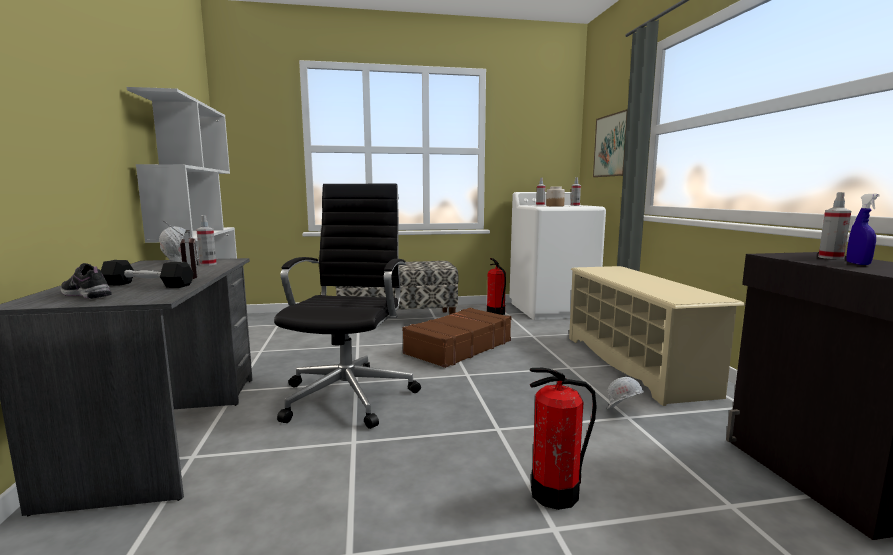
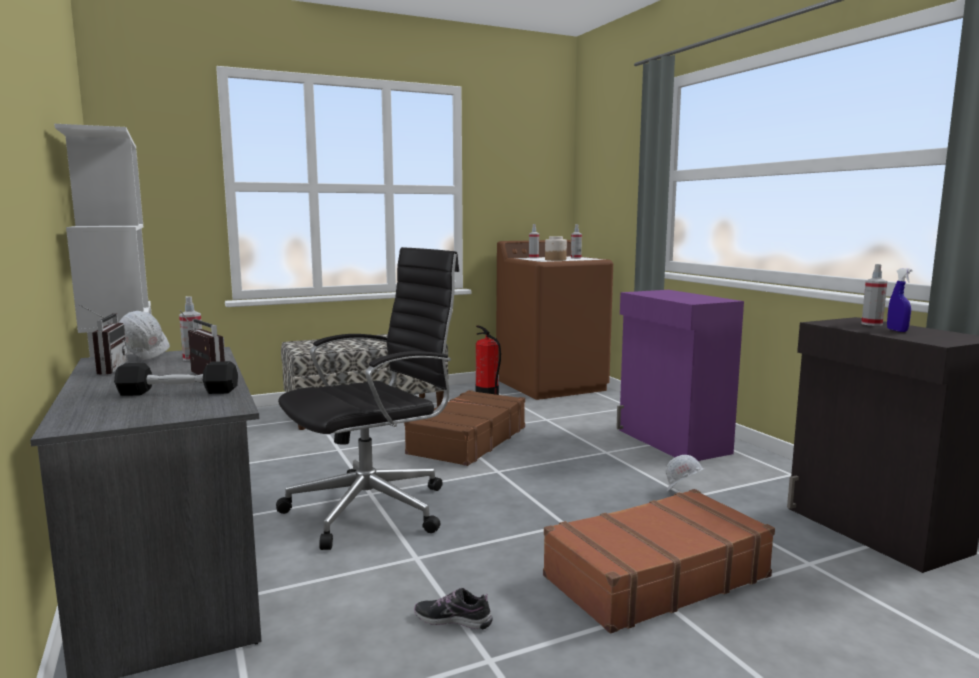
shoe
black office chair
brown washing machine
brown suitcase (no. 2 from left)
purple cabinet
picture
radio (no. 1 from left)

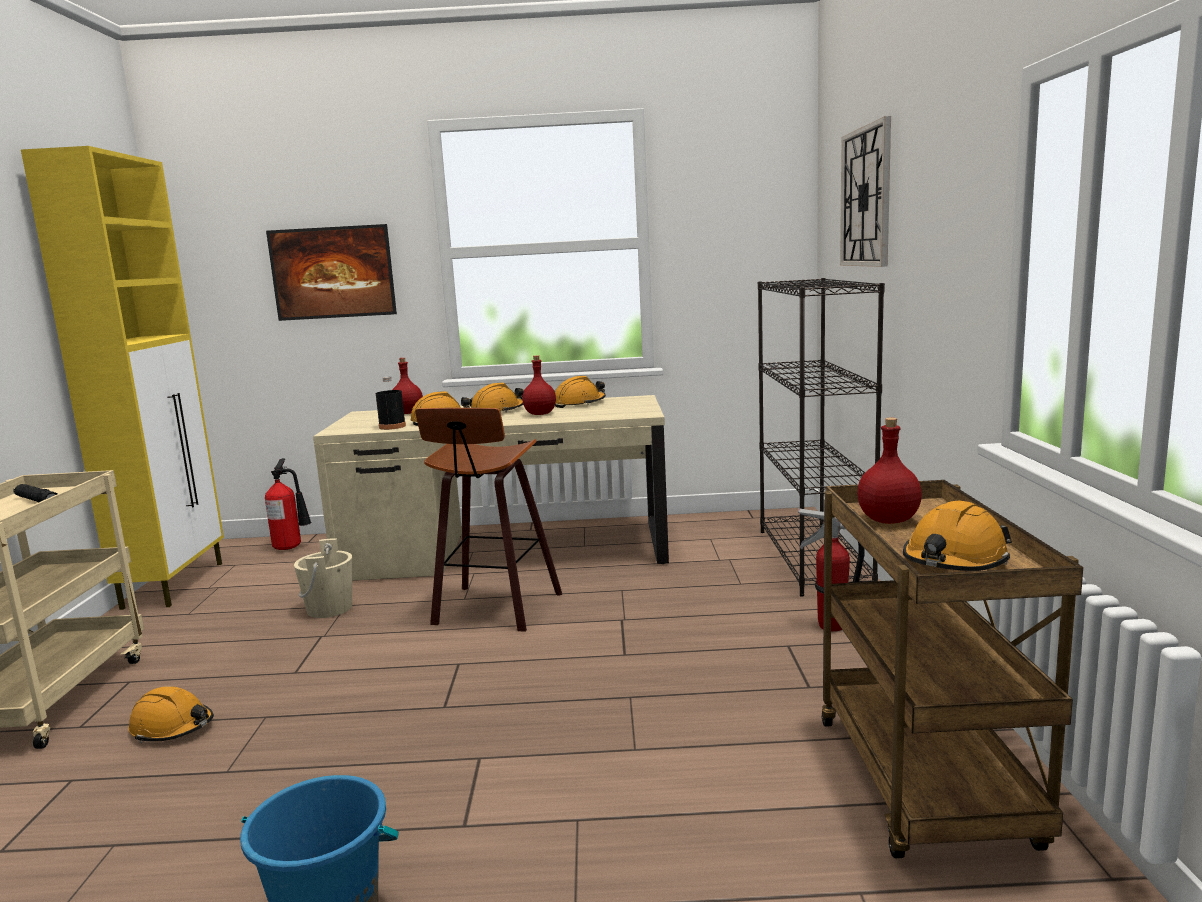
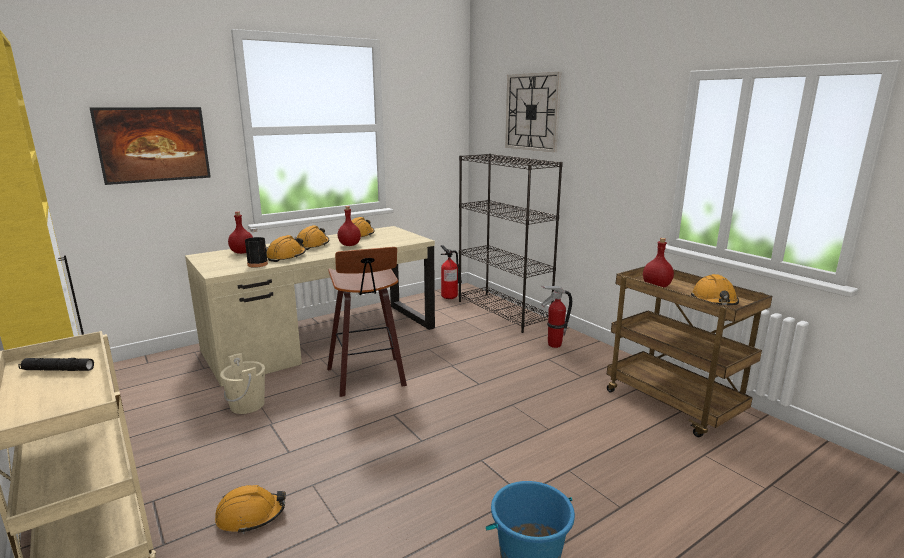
fire extinguisher (no. 1 from left)

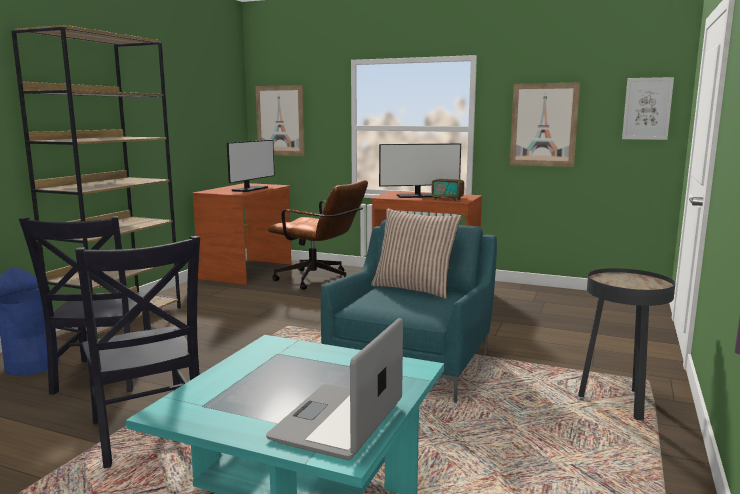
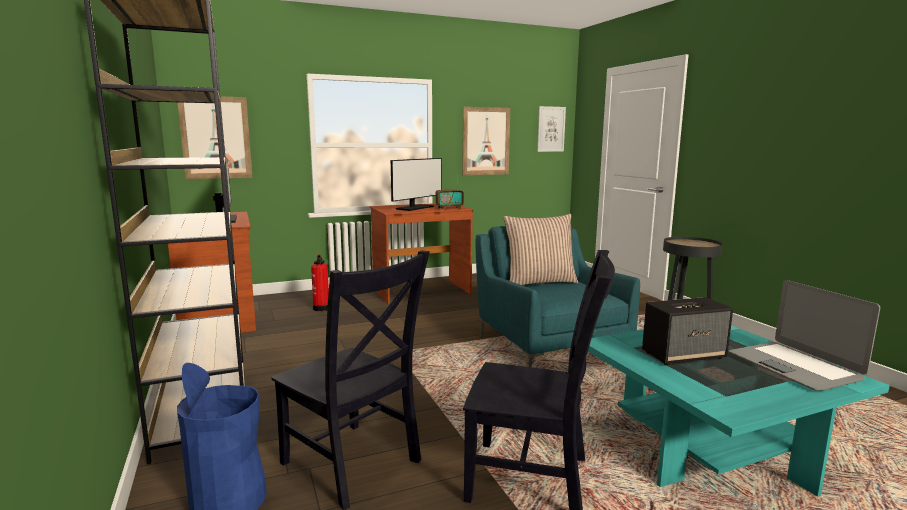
fire extinguisher
speaker

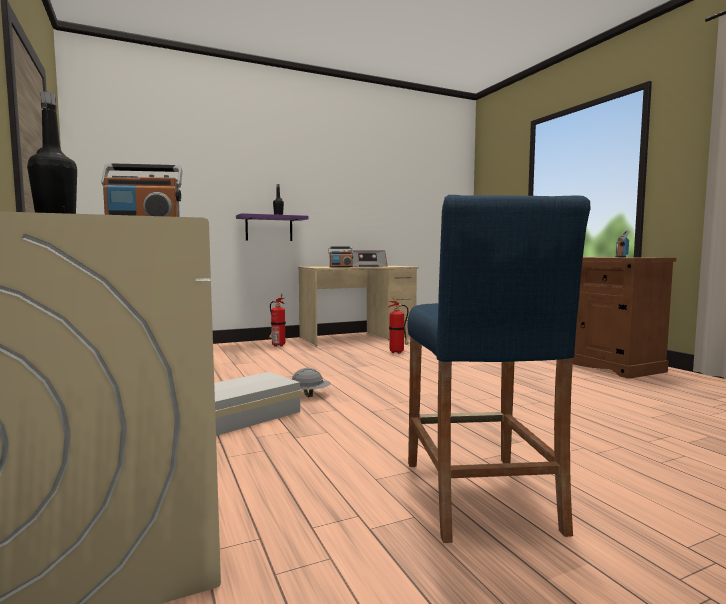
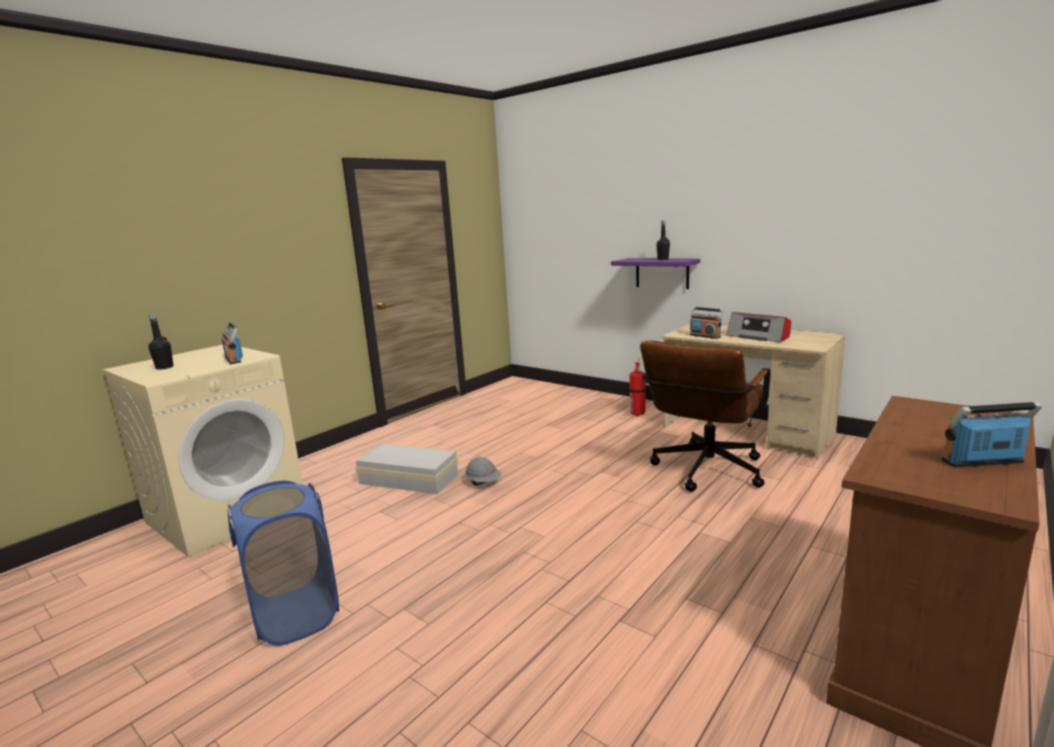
brown office chair
blue laundry basket

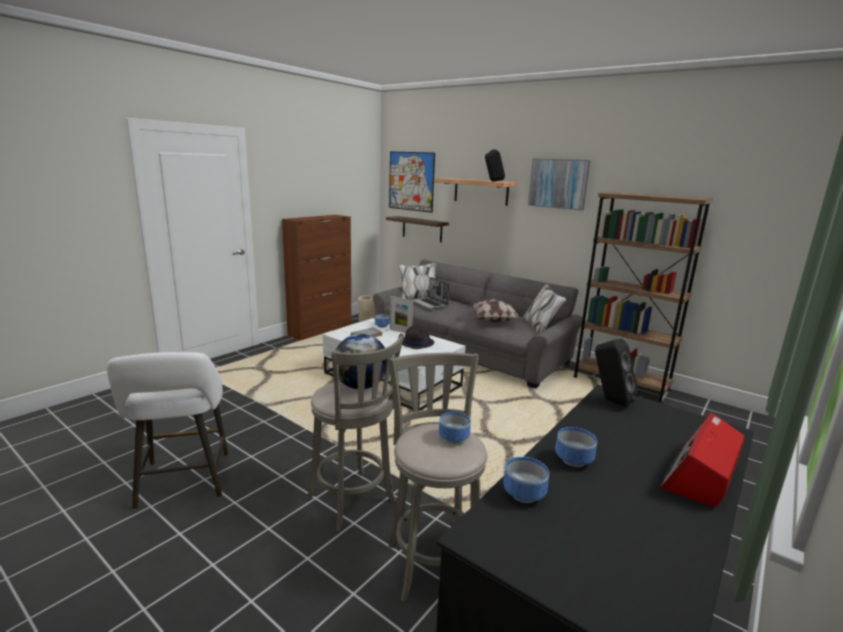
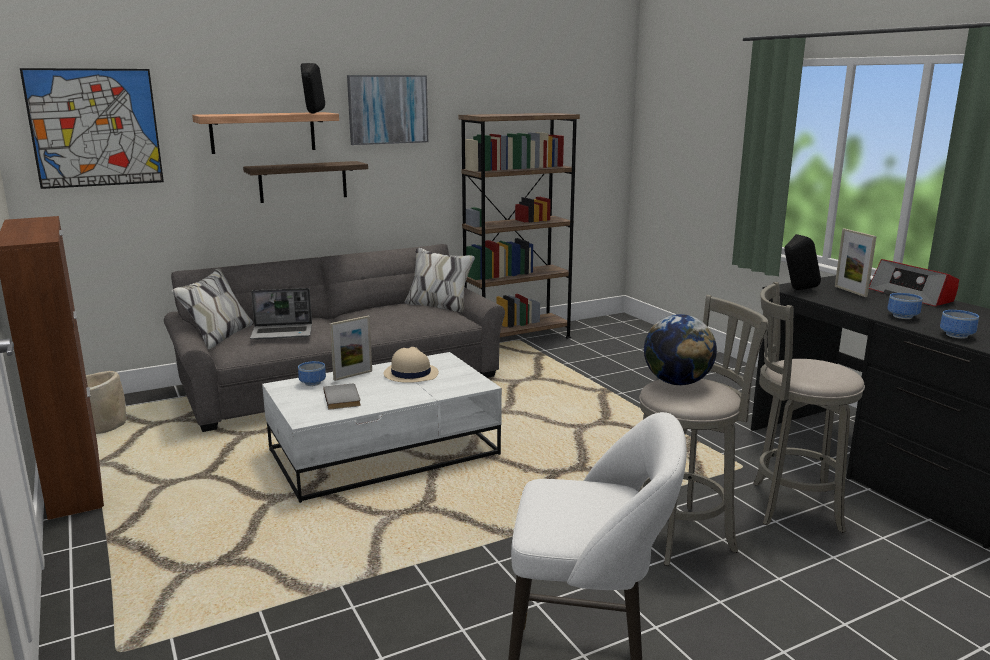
shelf (no. 2 from left)
beige hat
bowl (no. 2 from left in the first image)
pillow
picture frame (no. 2 from left)

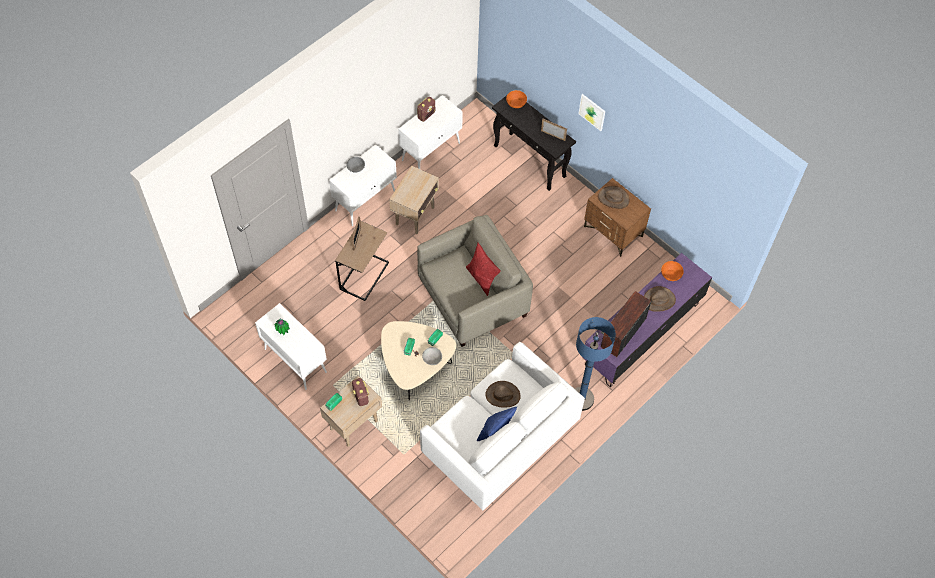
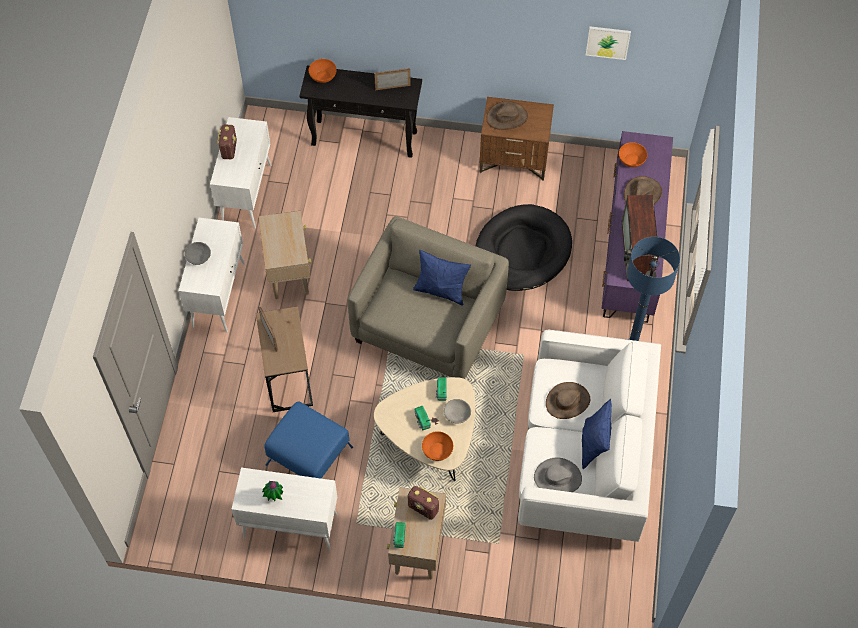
blue pillow (no. 1 from left)
picture
blue ottoman
orange bowl (no. 2 from left)
black dog bed
grey hat

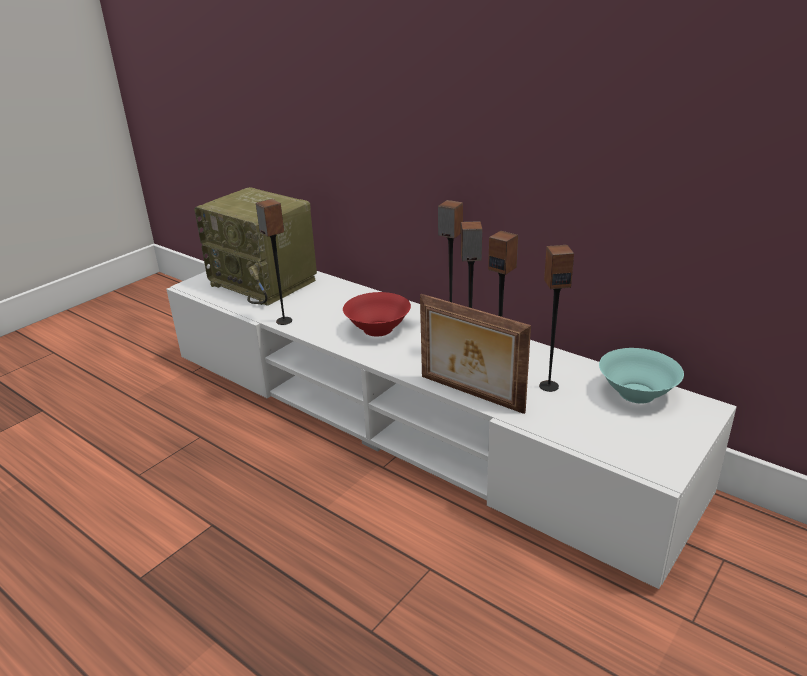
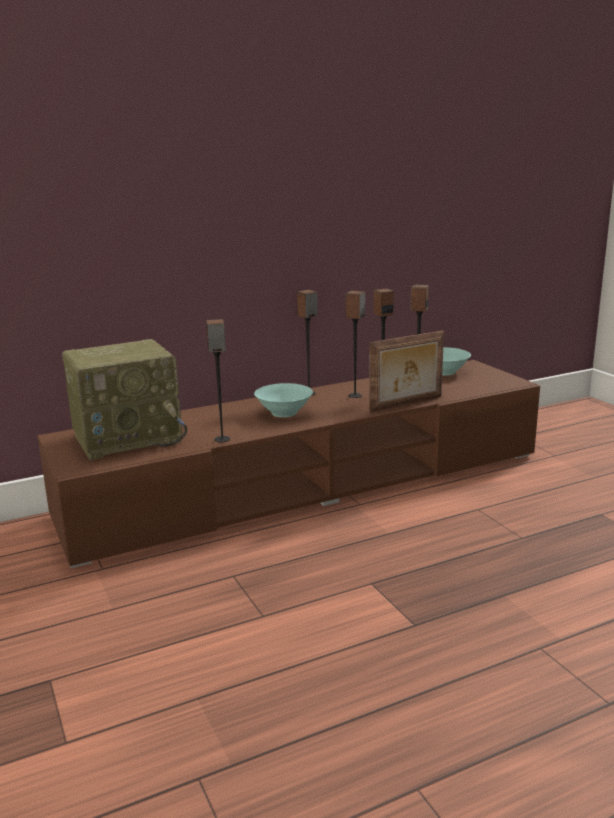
brown tv stand
turquoise bowl (no. 1 from left)

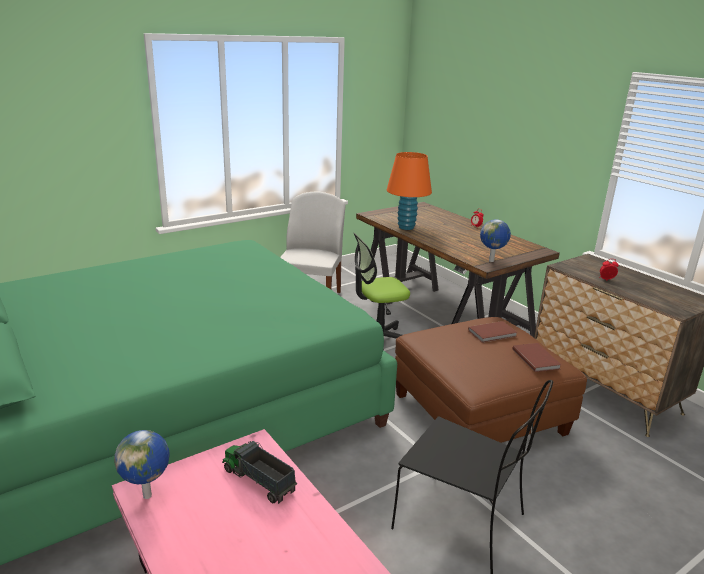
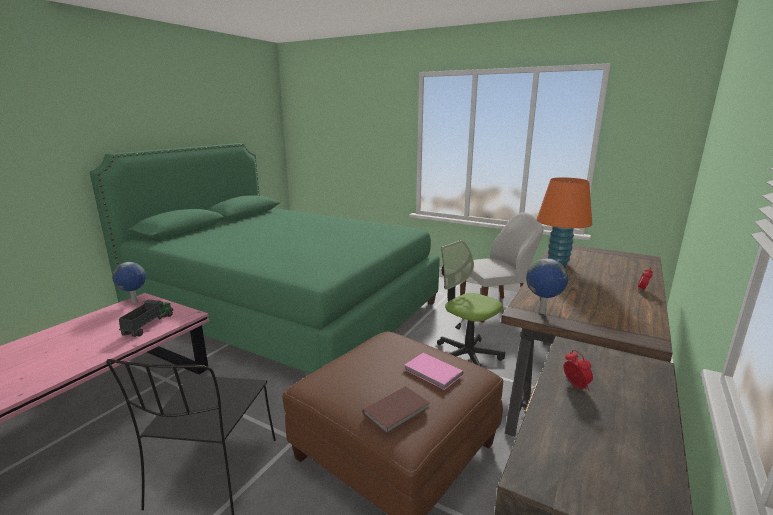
pink book

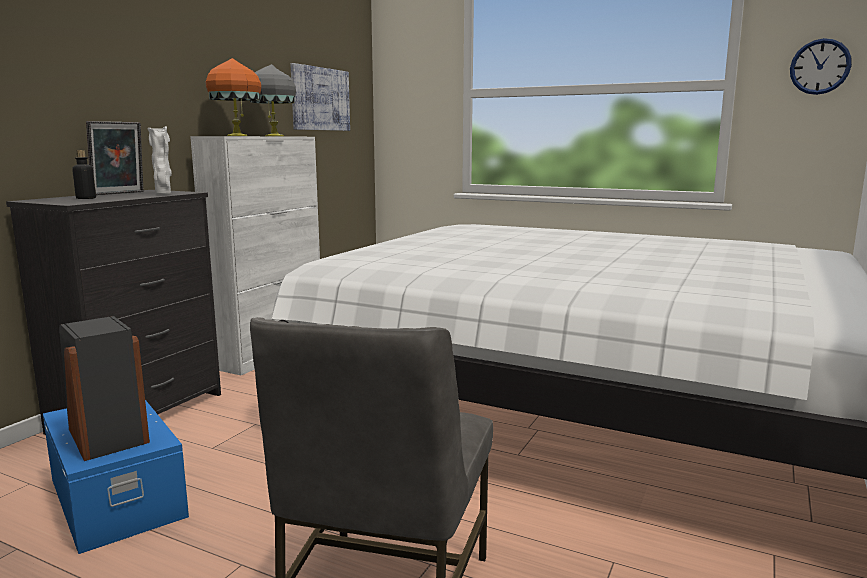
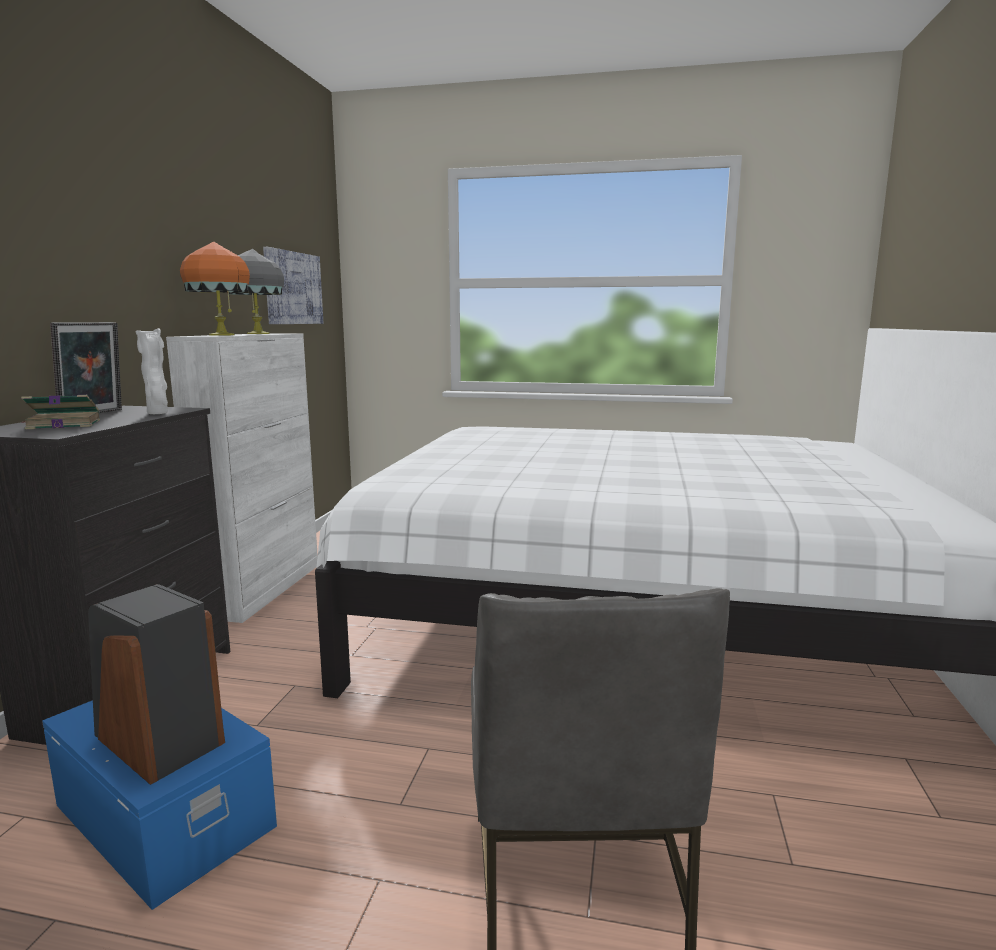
book
wall clock

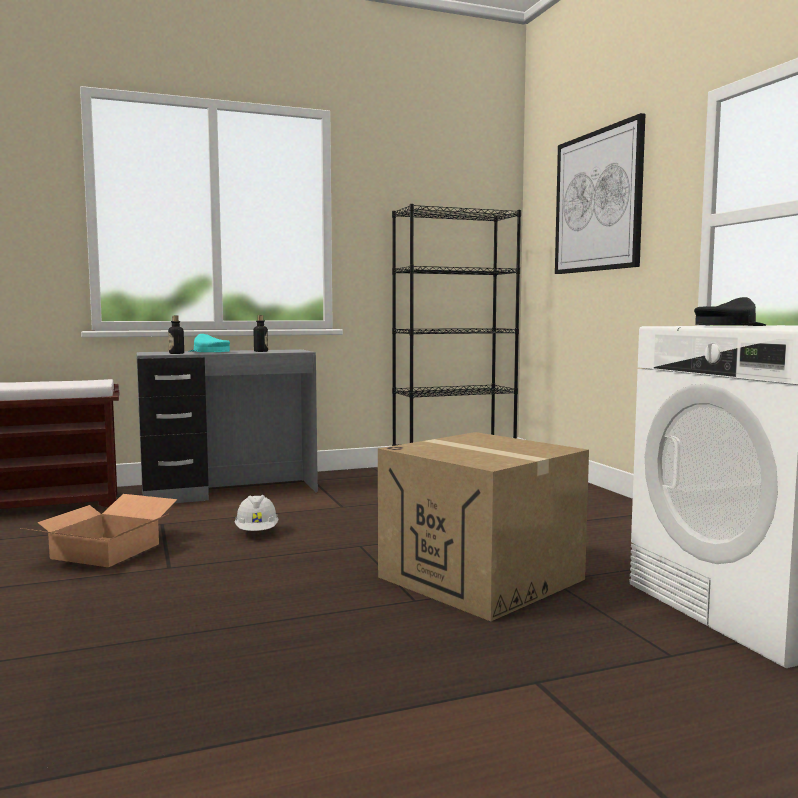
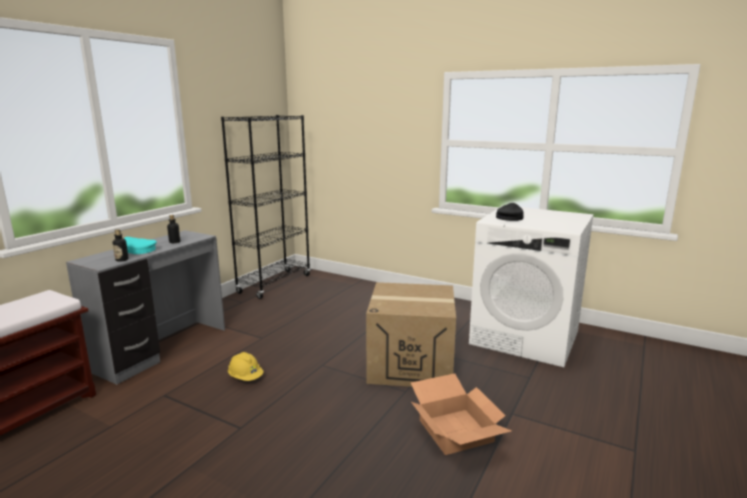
cardboard box (no. 2 from left)
yellow hard hat
picture

